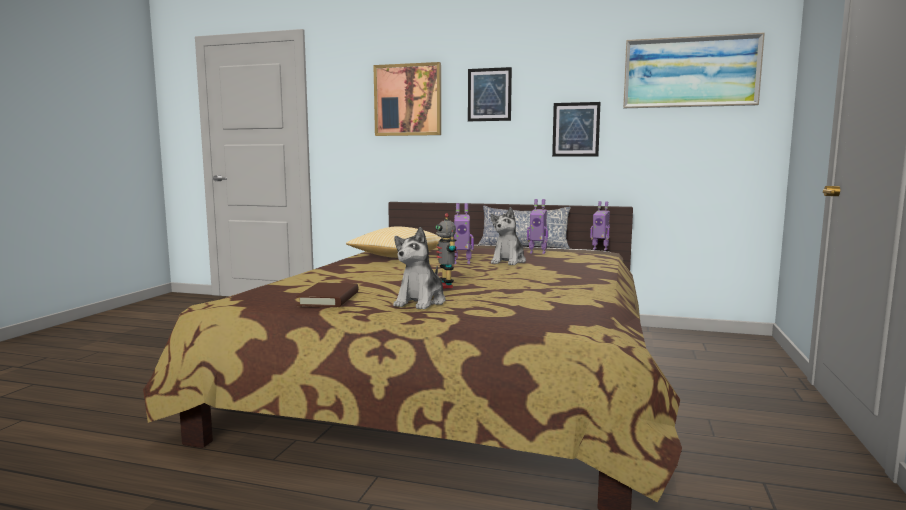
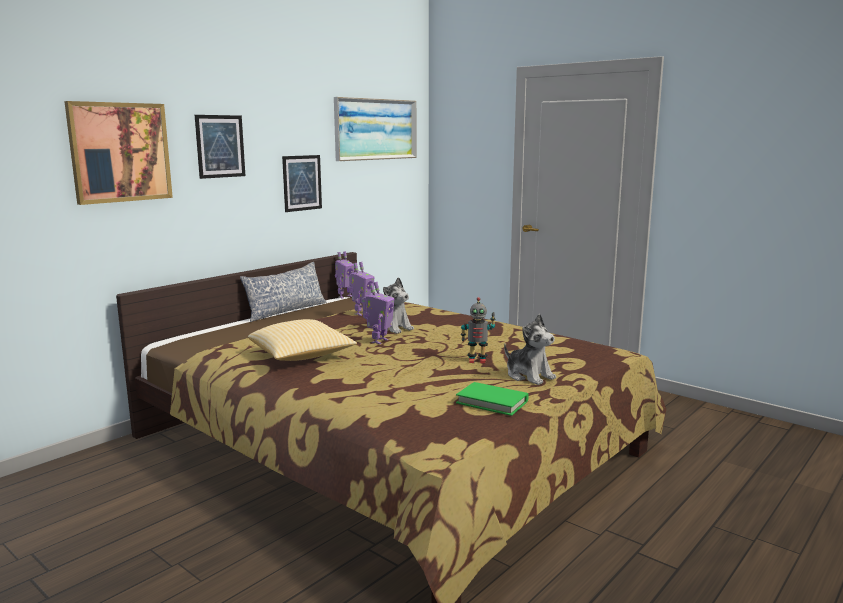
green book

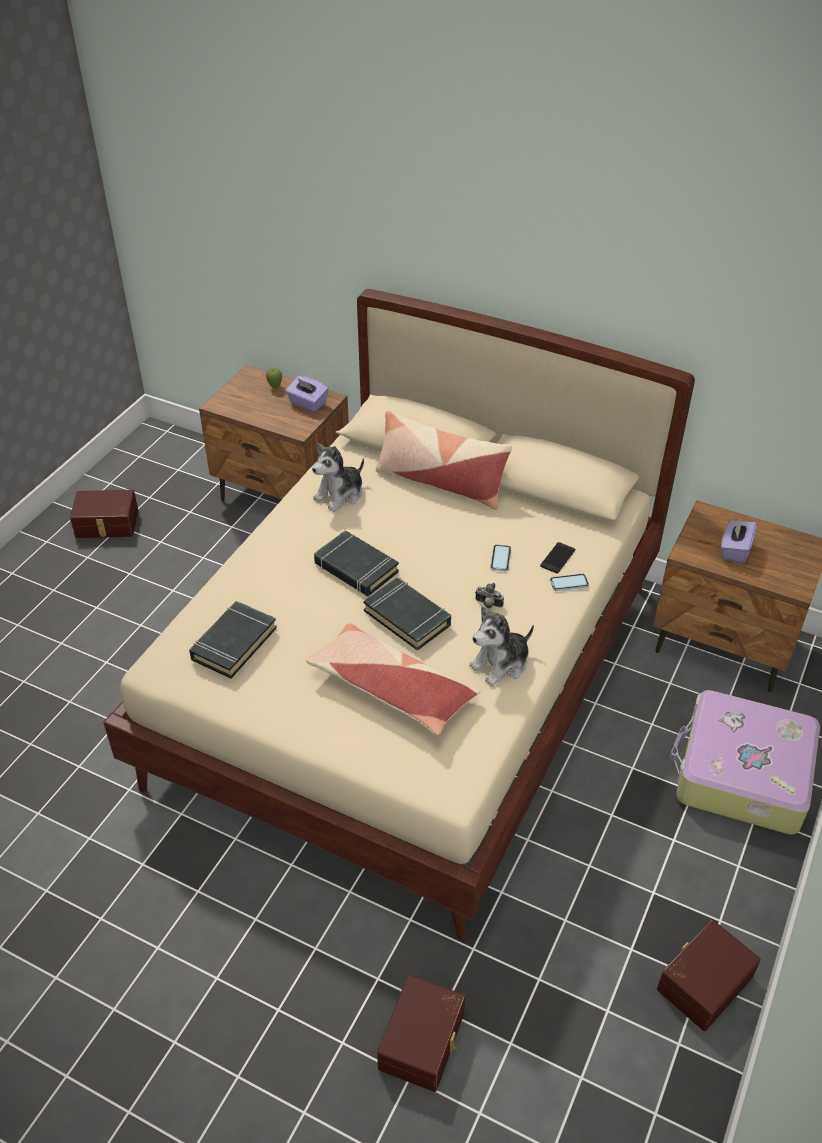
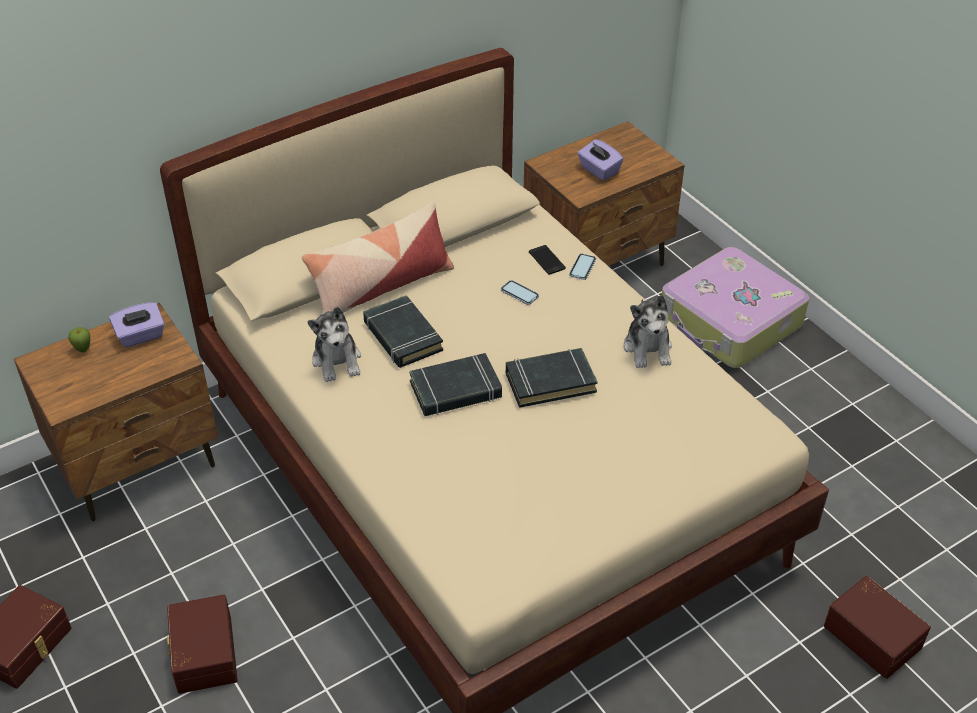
black book (no. 1 from left)
pillow (no. 1 from left in the first image)
photo camera
brown storage box (no. 2 from left)

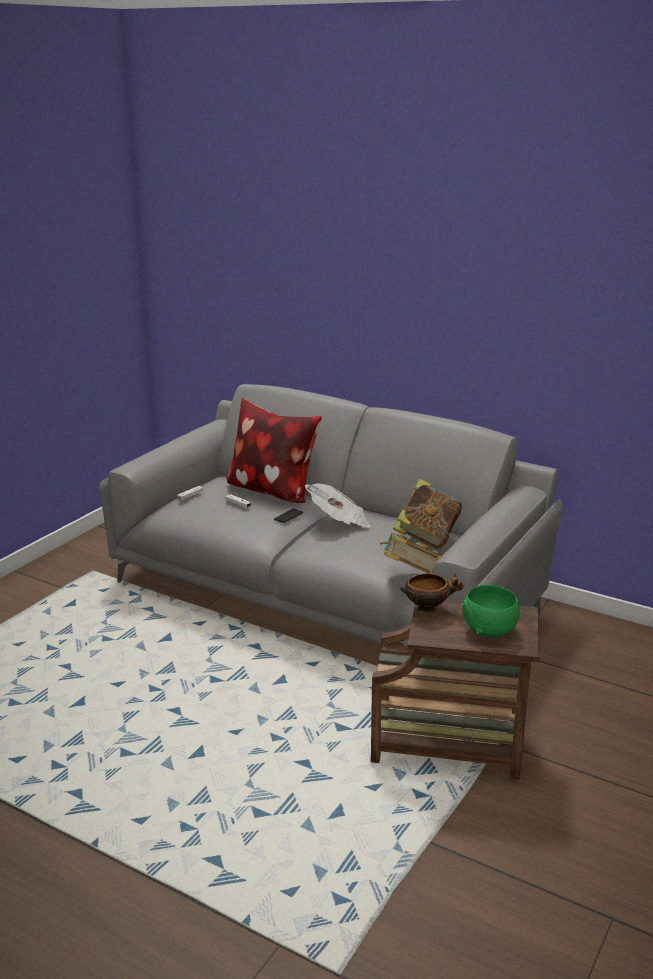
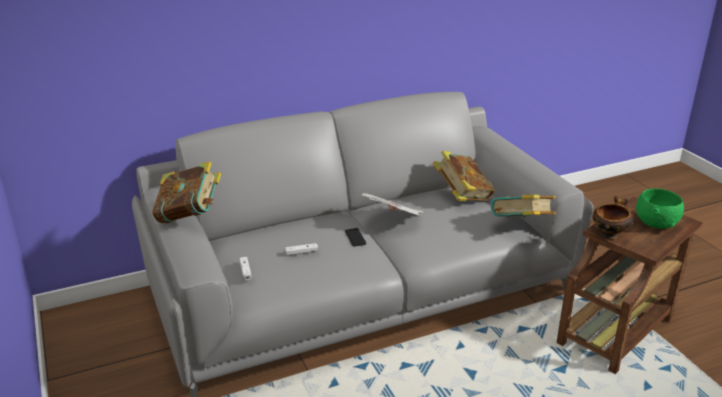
pillow
book (no. 1 from left)

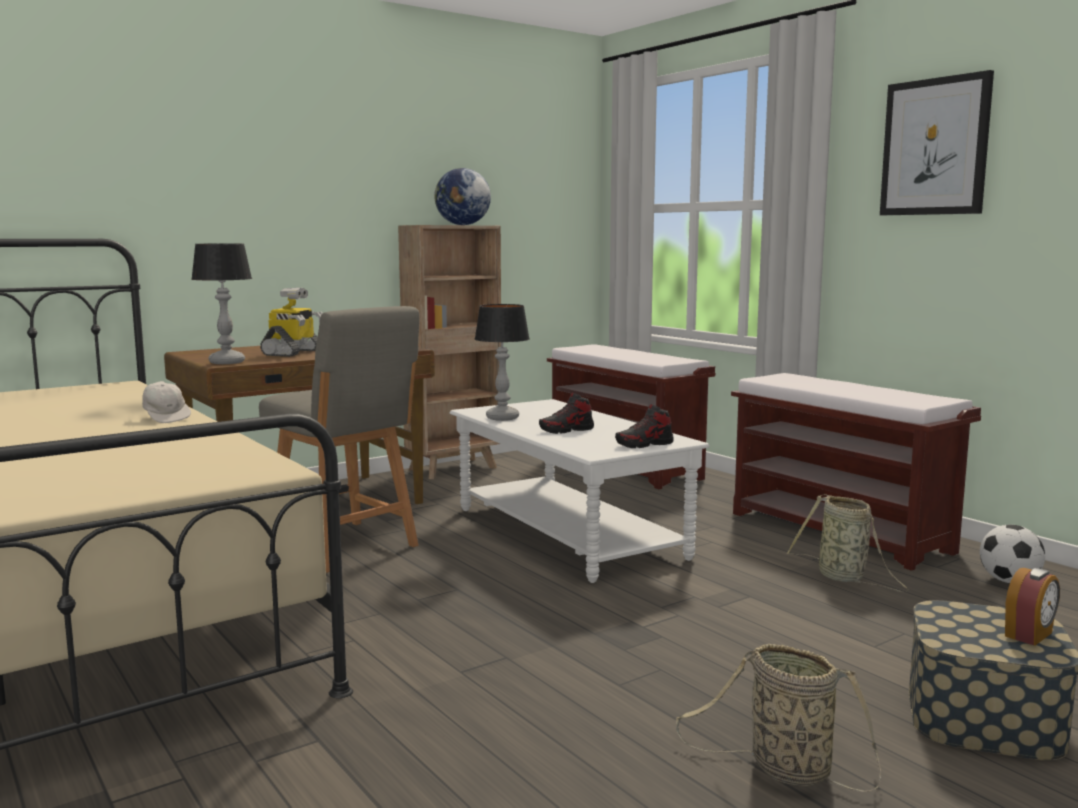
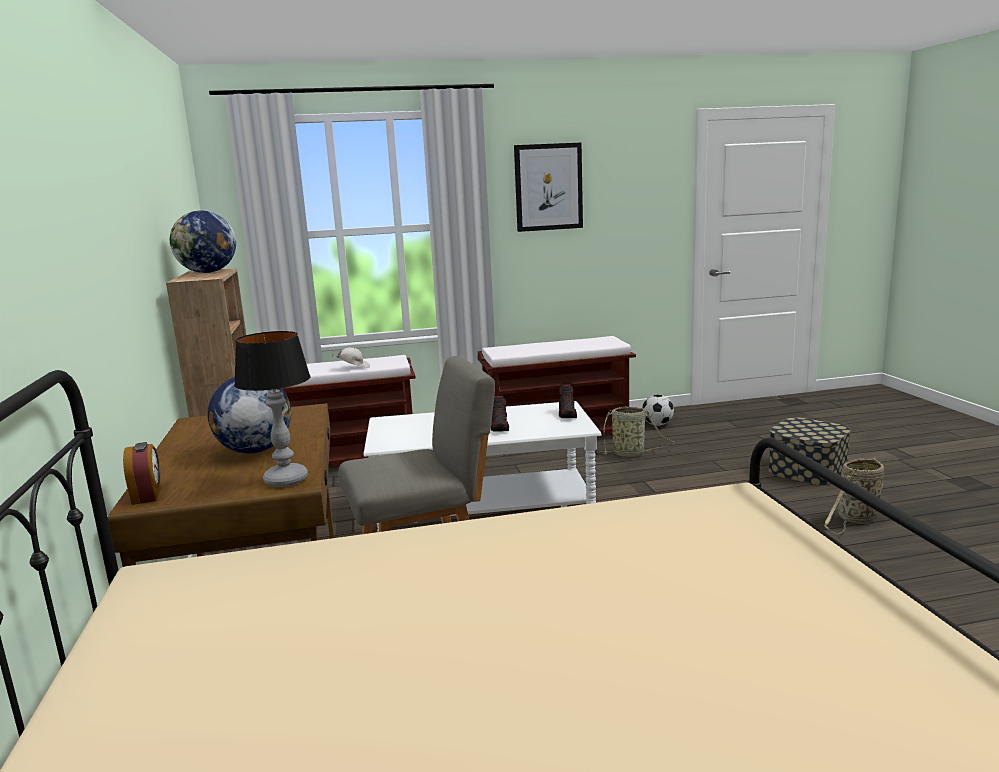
white cap
globe (no. 2 from left)
table lamp (no. 2 from left in the first image)
alarm clock

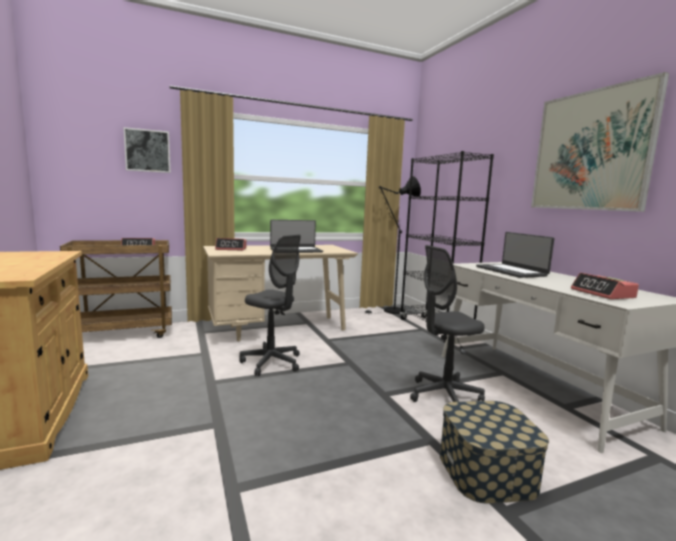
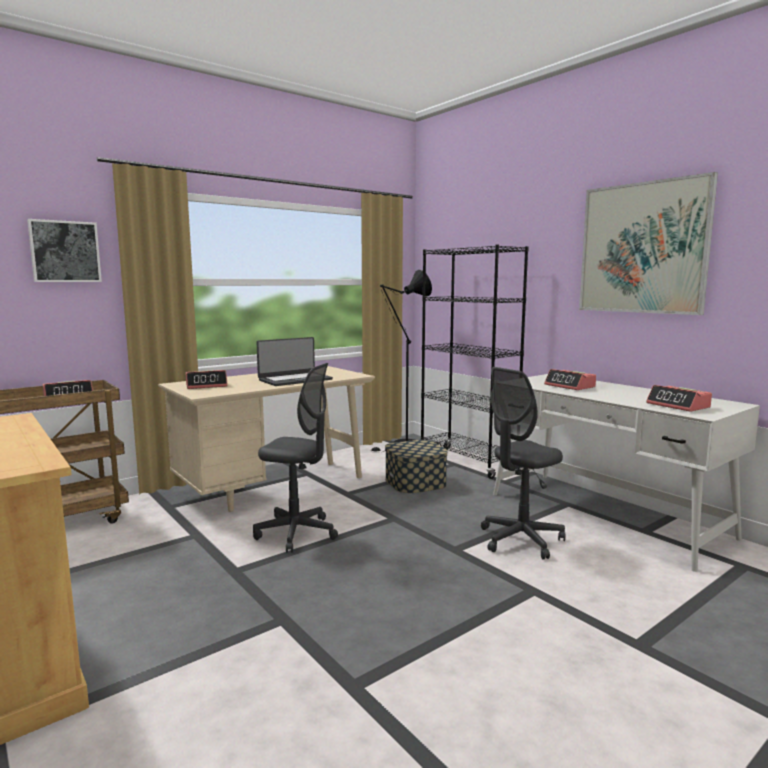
storage box
alarm clock (no. 3 from left)

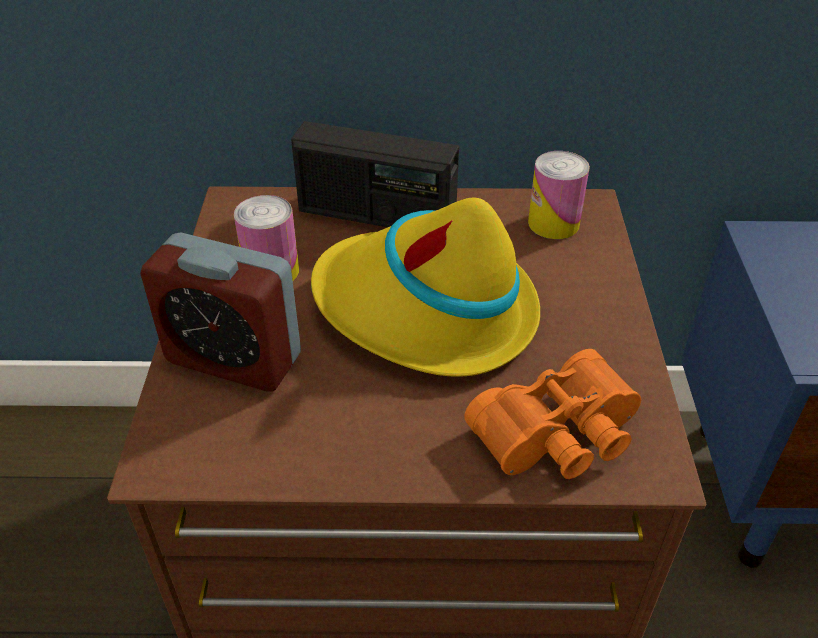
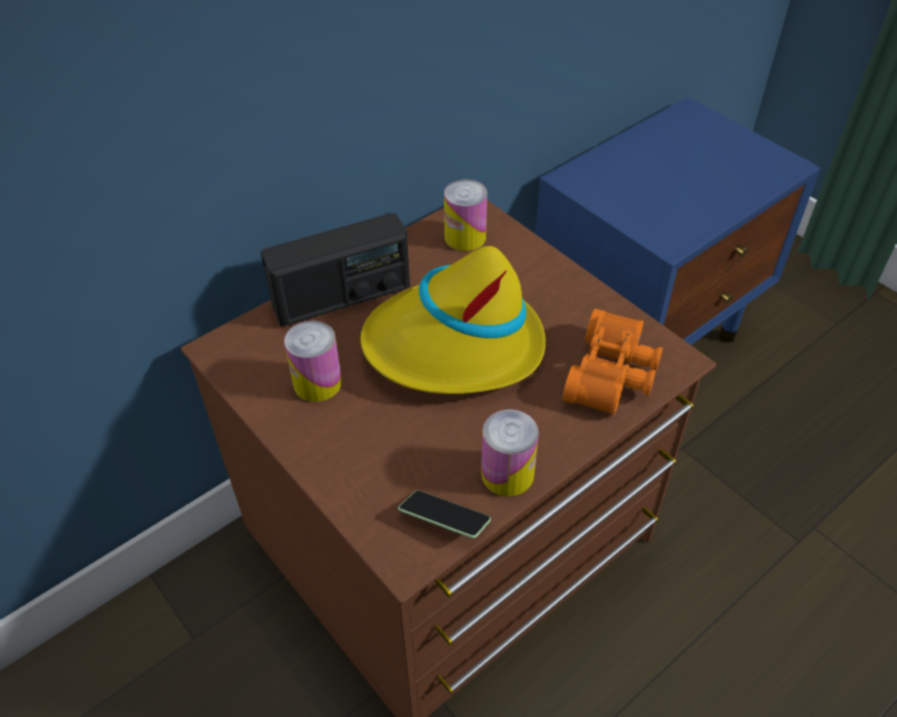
alarm clock
phone
can (no. 3 from left)

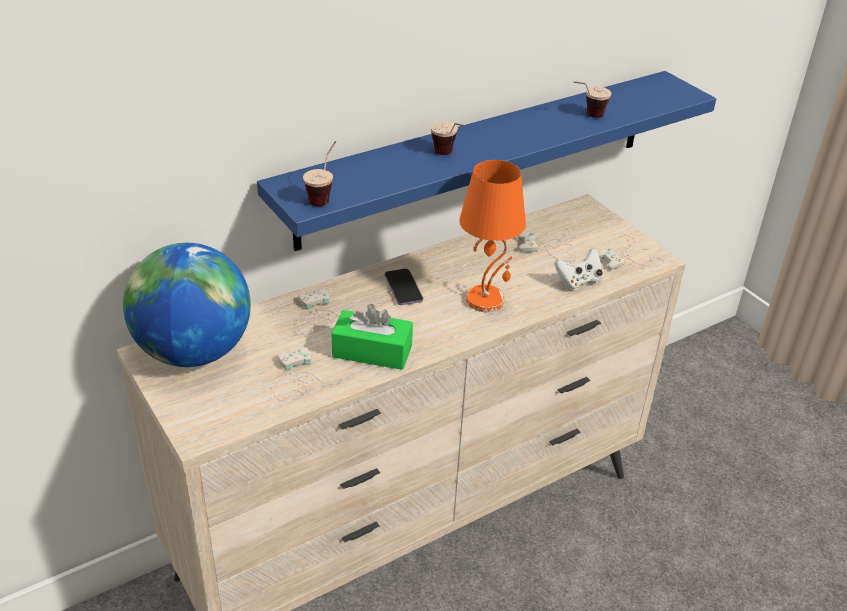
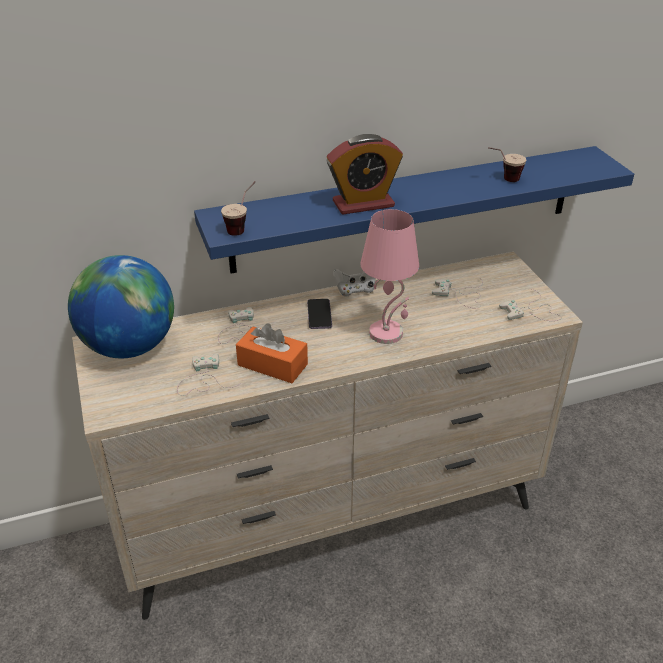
orange tissue box
alarm clock
pink table lamp
white game controller (no. 3 from left)

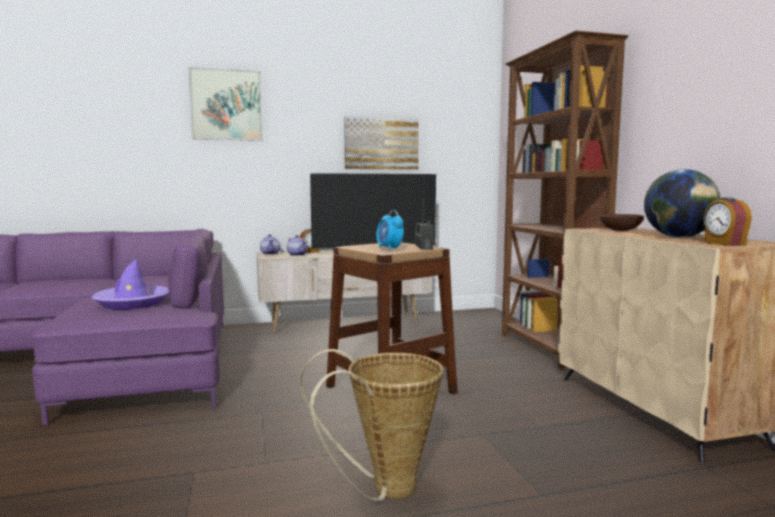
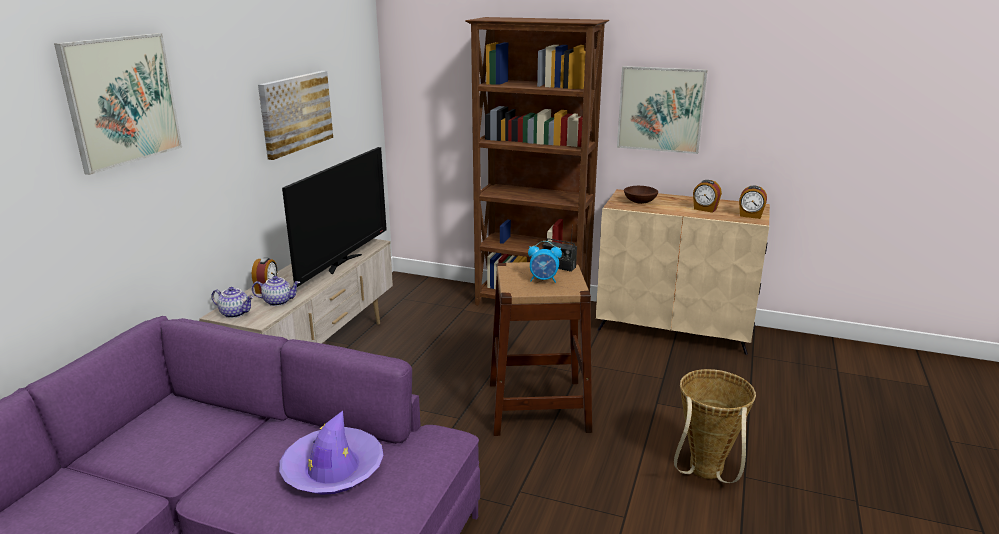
alarm clock (no. 3 from left)
picture (no. 3 from left)

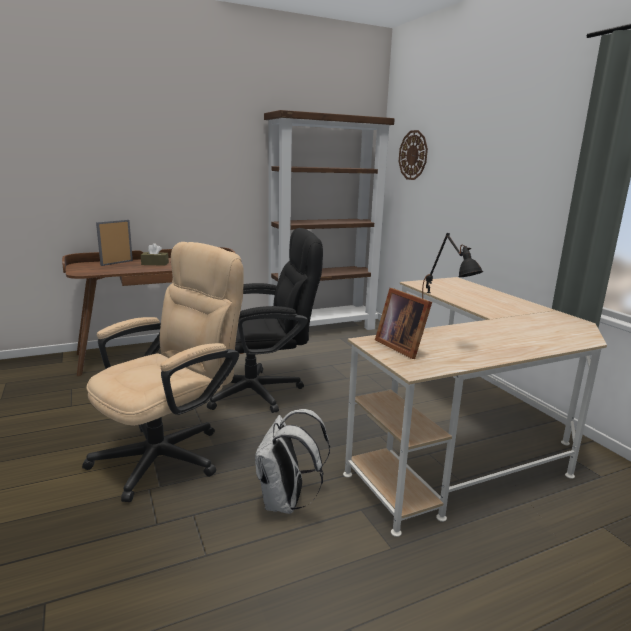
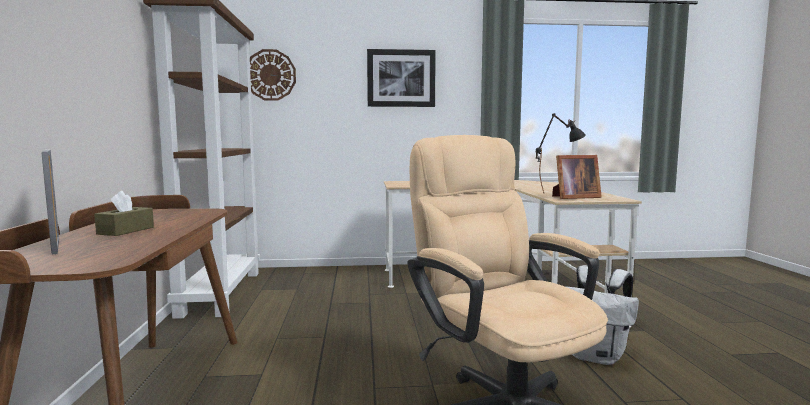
black office chair
picture

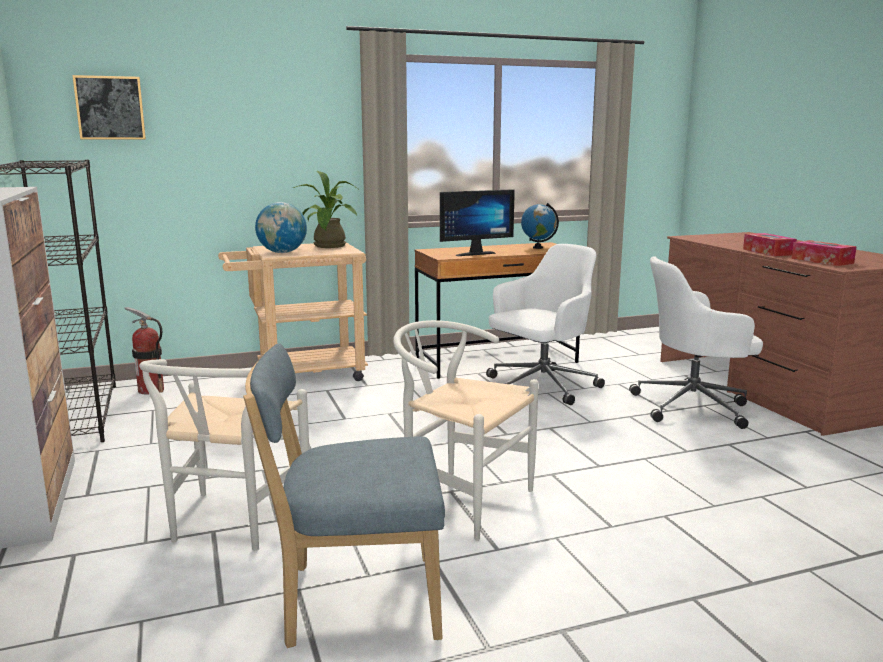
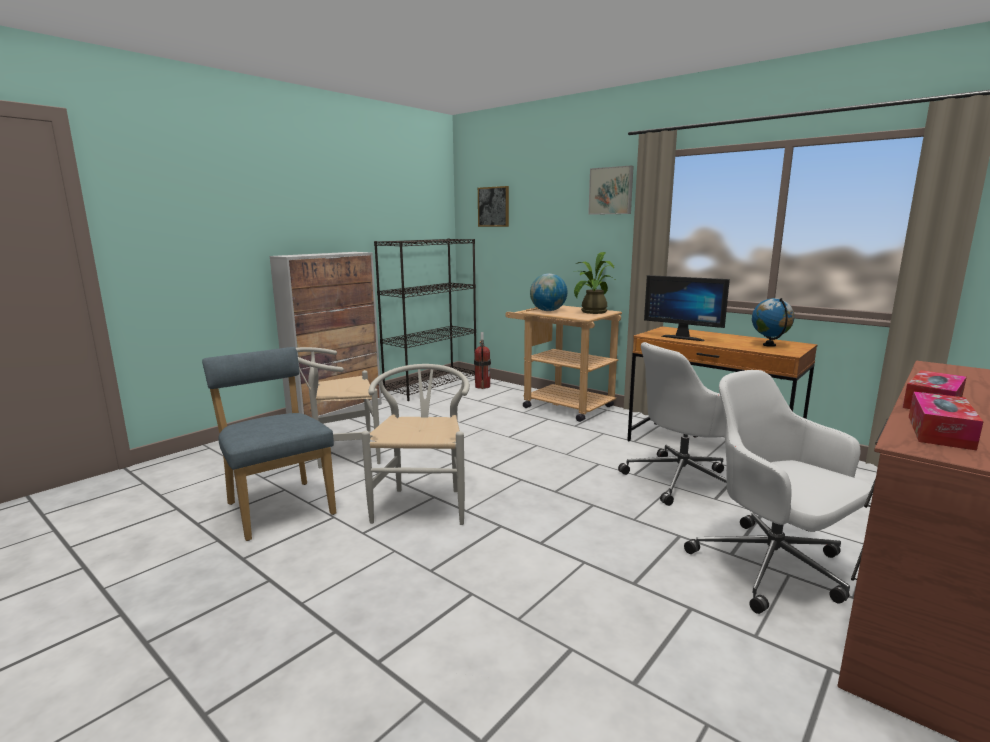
white office chair (no. 1 from left)
picture (no. 2 from left)

